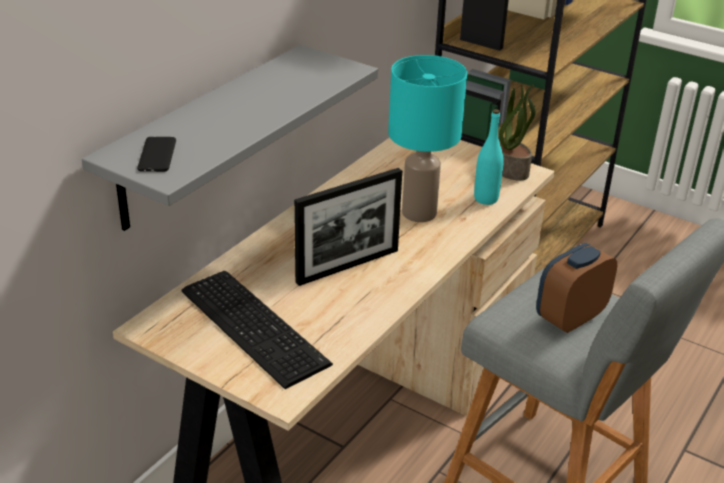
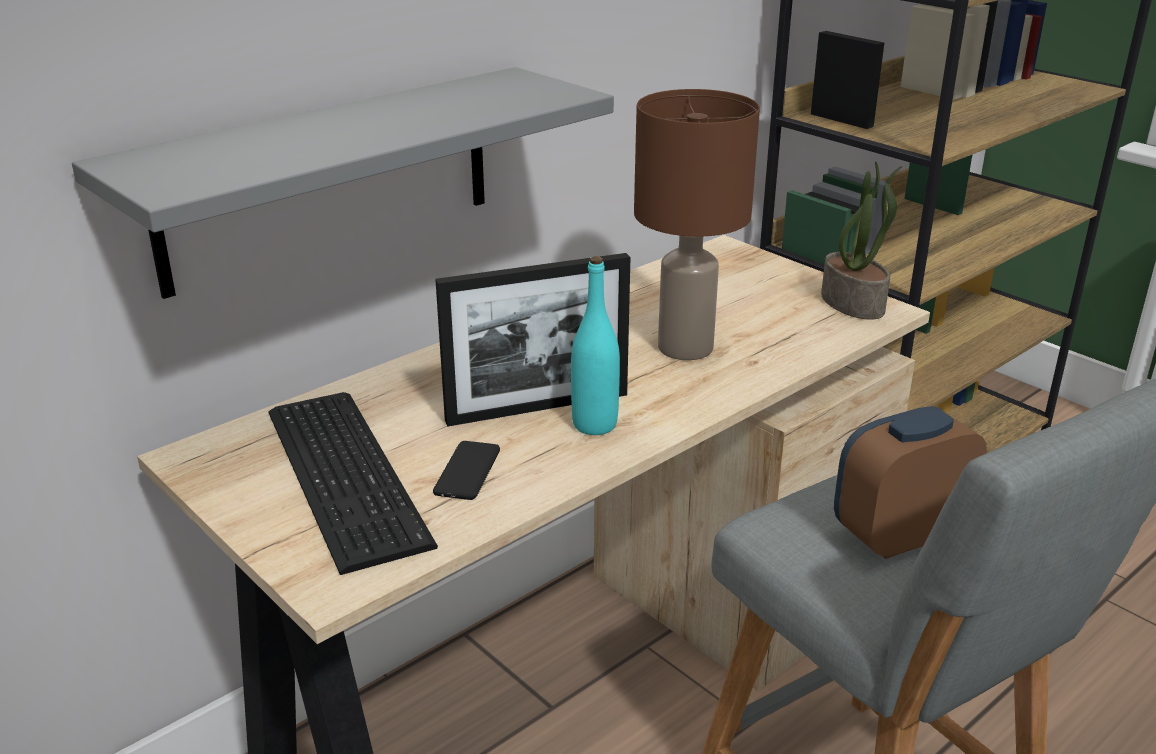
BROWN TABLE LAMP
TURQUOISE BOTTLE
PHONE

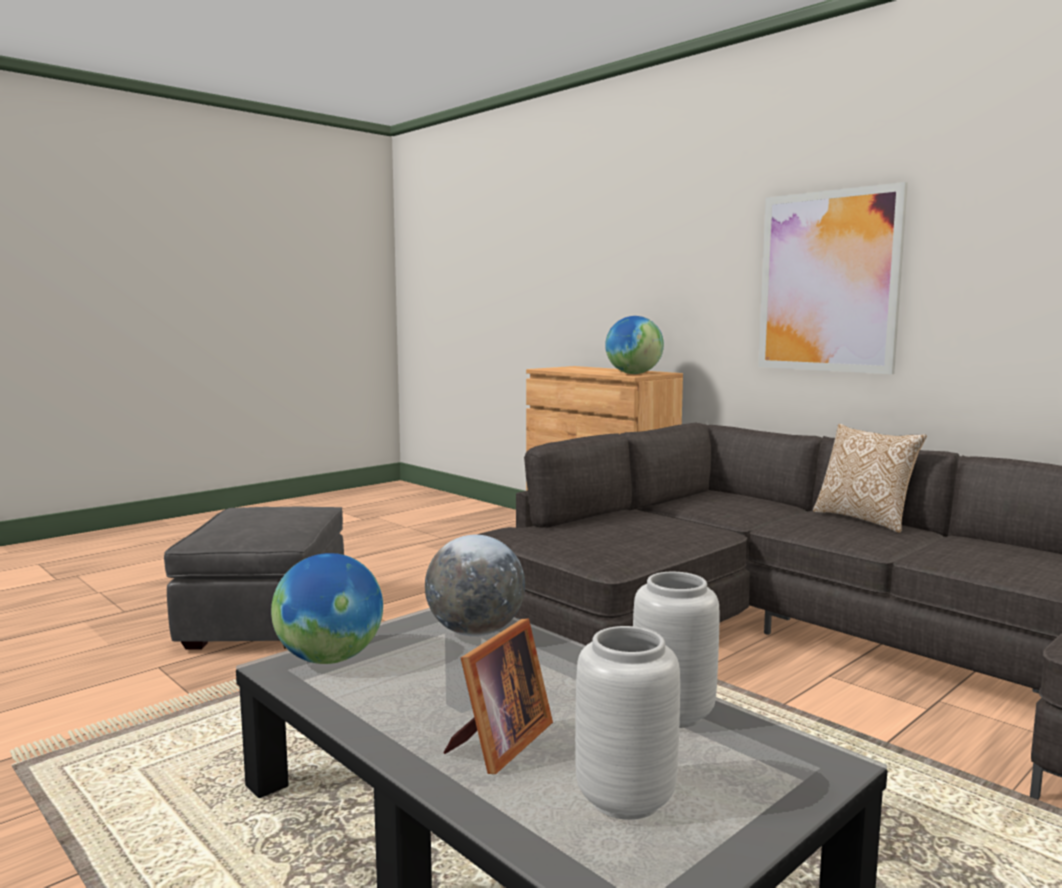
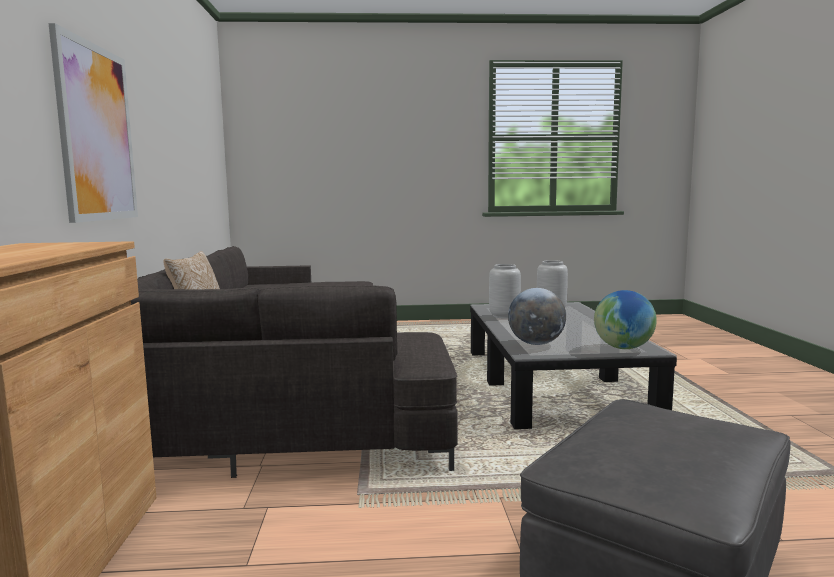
GLOBE (3rd from left in the first image)
PICTURE FRAME

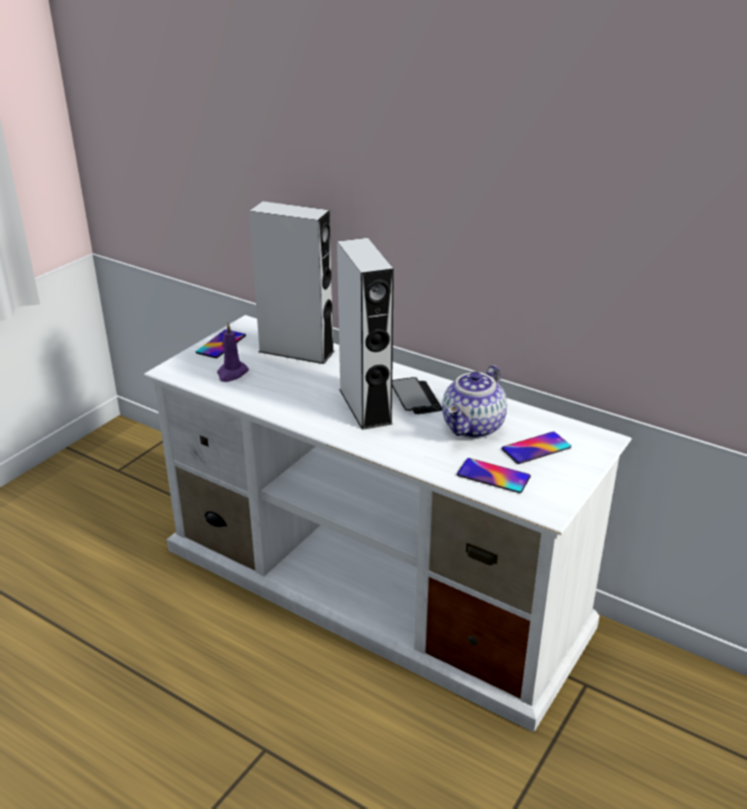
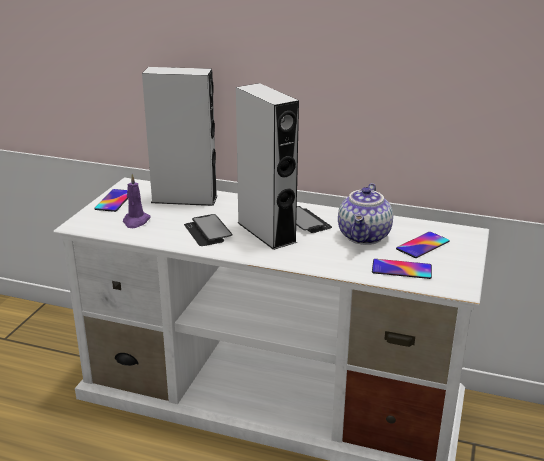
PHONE (2nd from left)

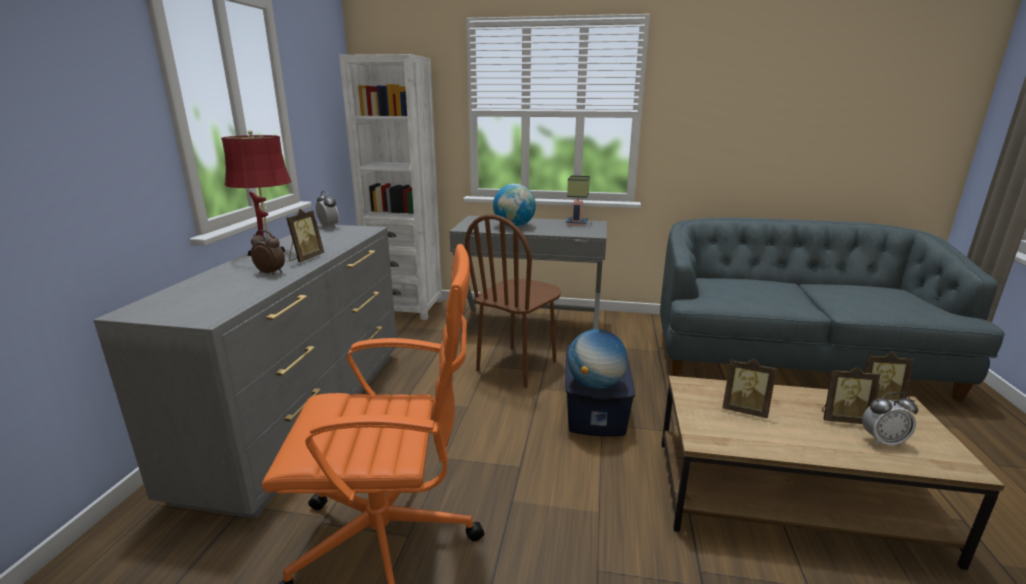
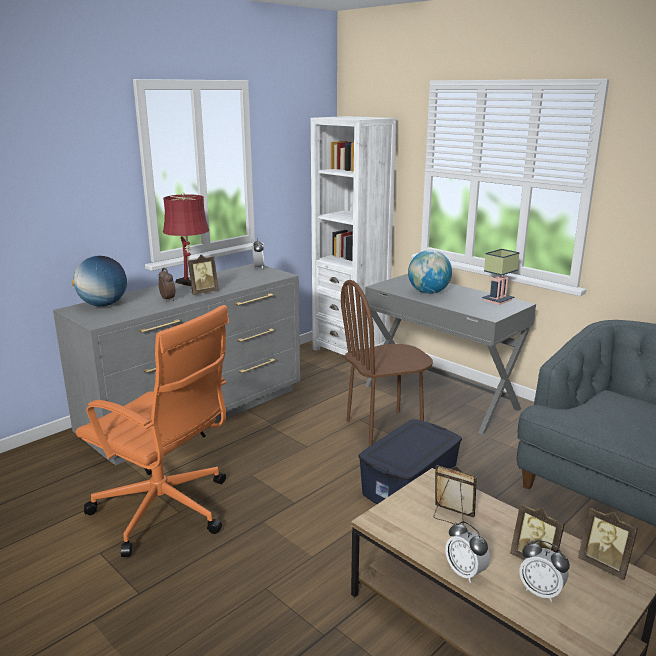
GLOBE (1st from left)
PICTURE FRAME (2nd from left)
ALARM CLOCK (3rd from left)

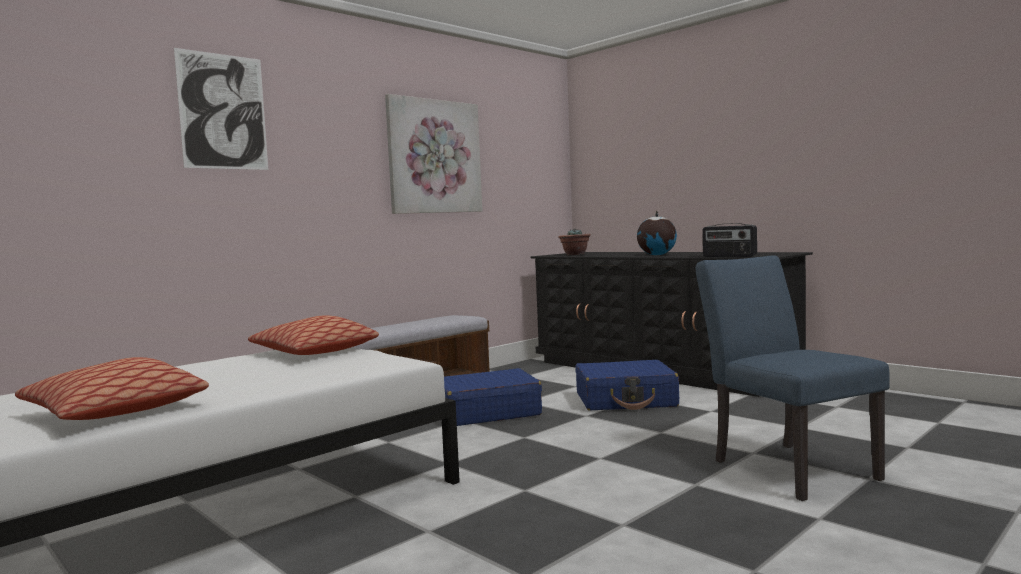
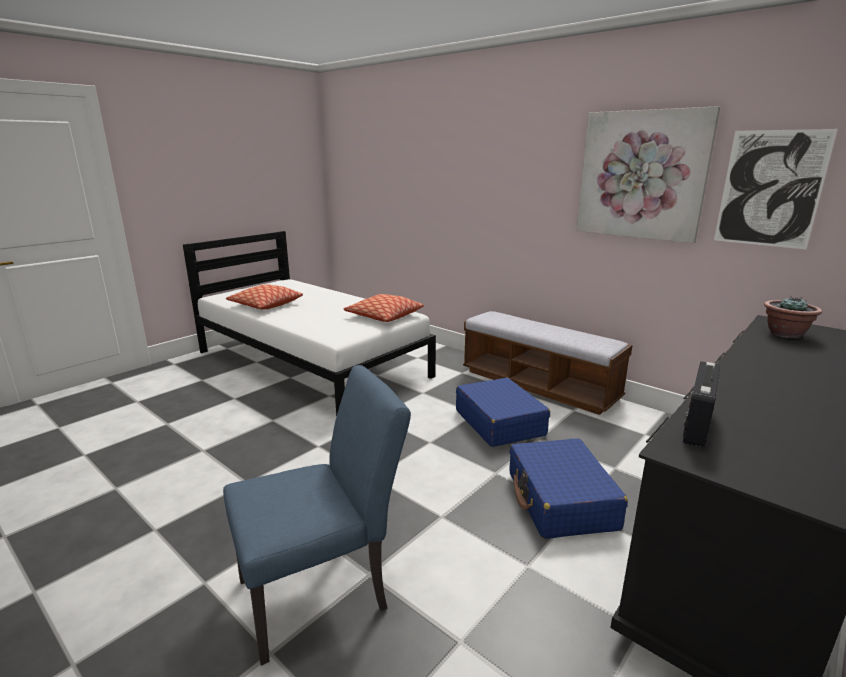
PICTURE (2nd from left)
GLOBE

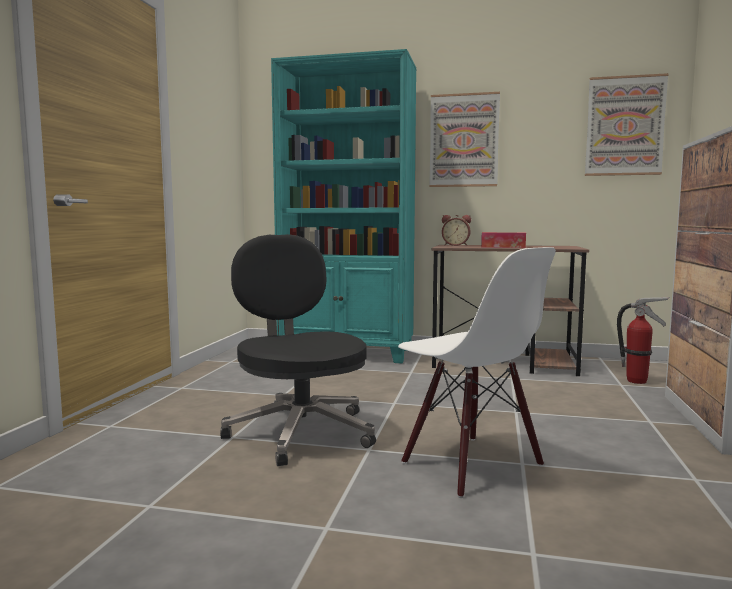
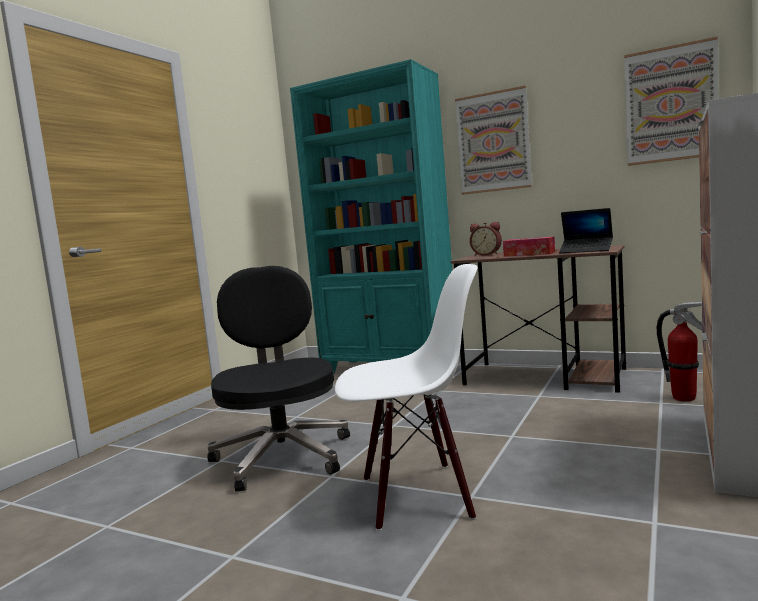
WHITE CHAIR
LAPTOP

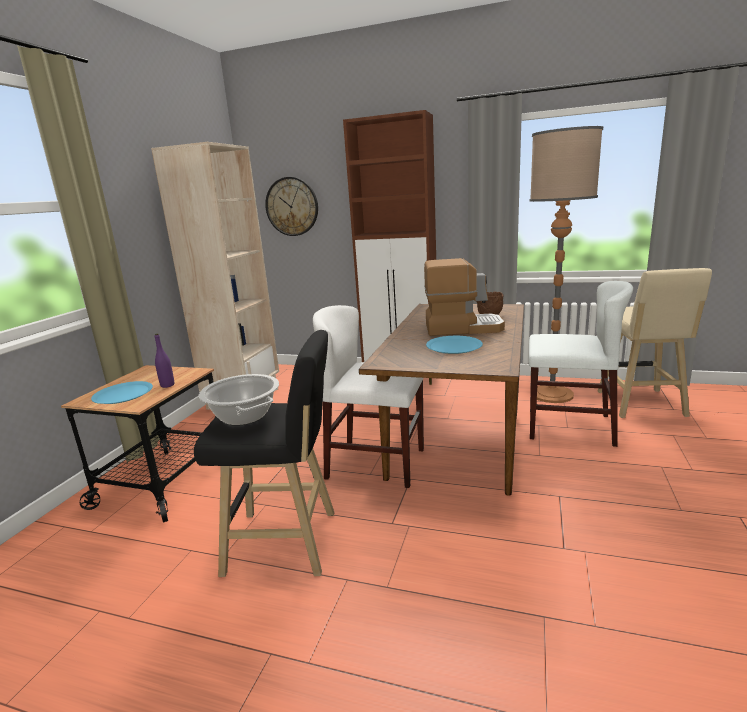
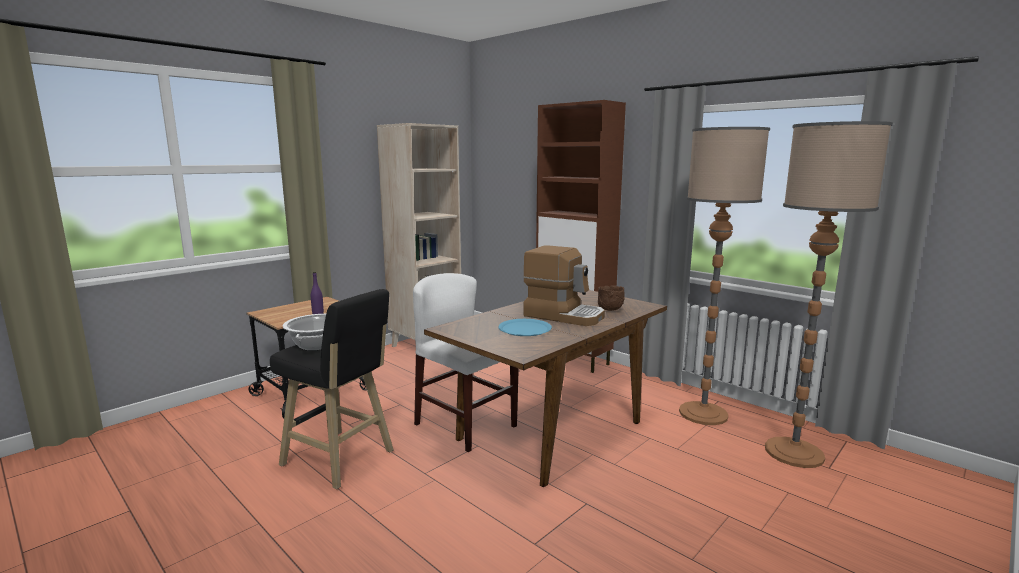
WALL CLOCK
FLOOR LAMP (2nd from left)
WHITE CHAIR (2nd from left in the first image)
BLUE PLATE (1st from left in the first image)

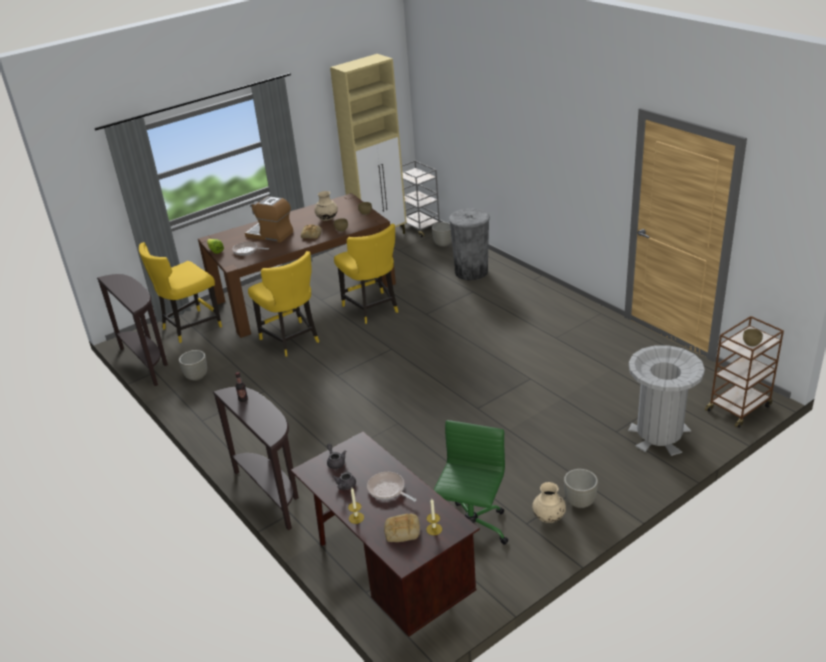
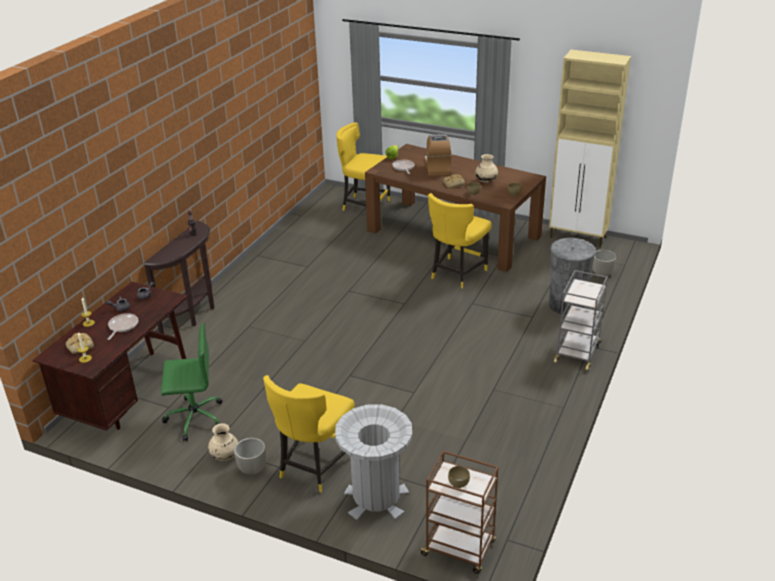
GREY CART
YELLOW CHAIR (1st from left)
BROWN CONSOLE TABLE (1st from left in the first image)
GREY PLANTER (1st from left in the first image)

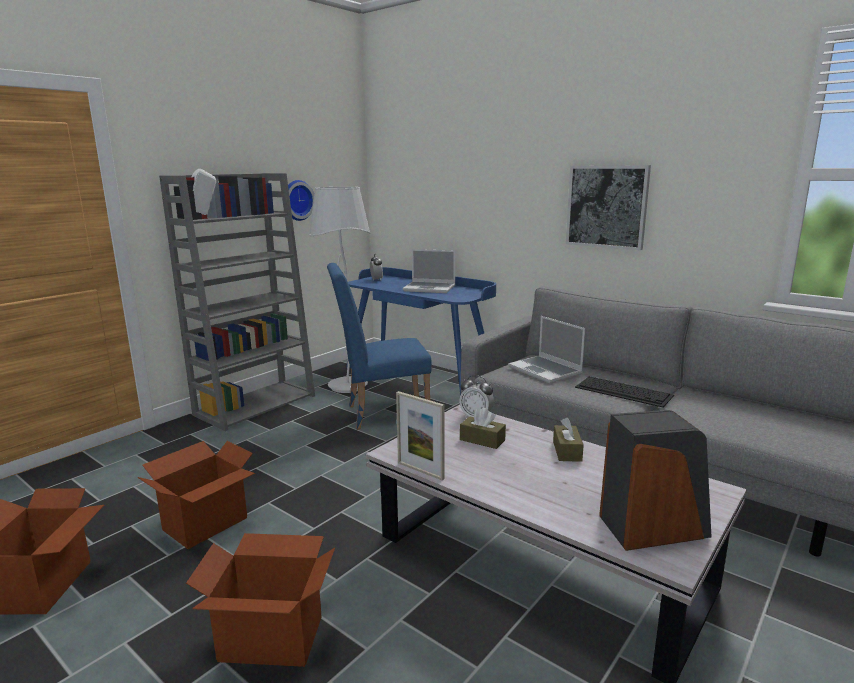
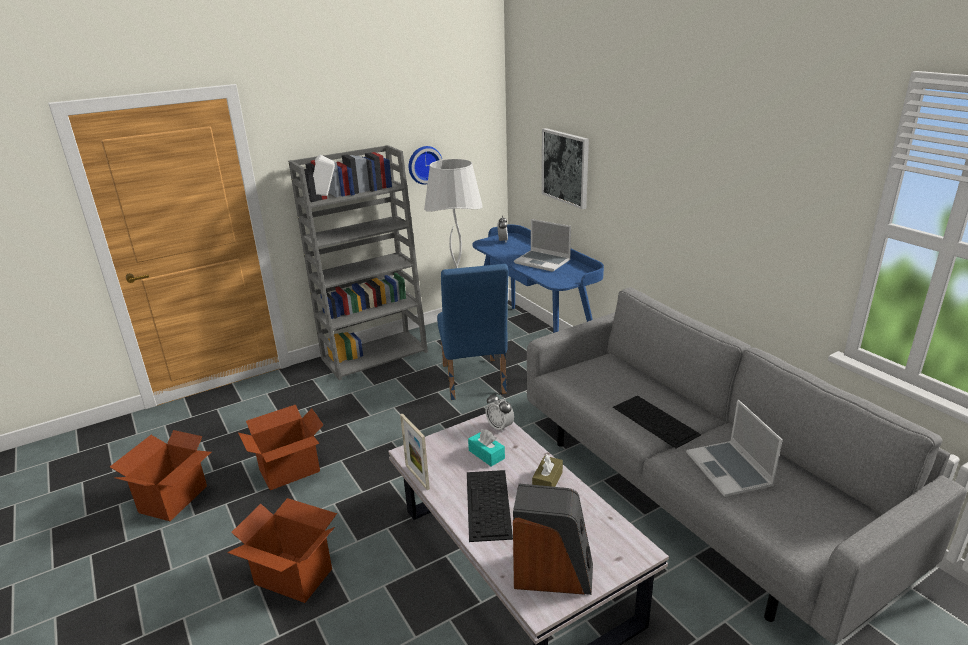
PICTURE
BLUE CHAIR
LAPTOP (2nd from left)
TURQUOISE TISSUE BOX
KEYBOARD (1st from left)

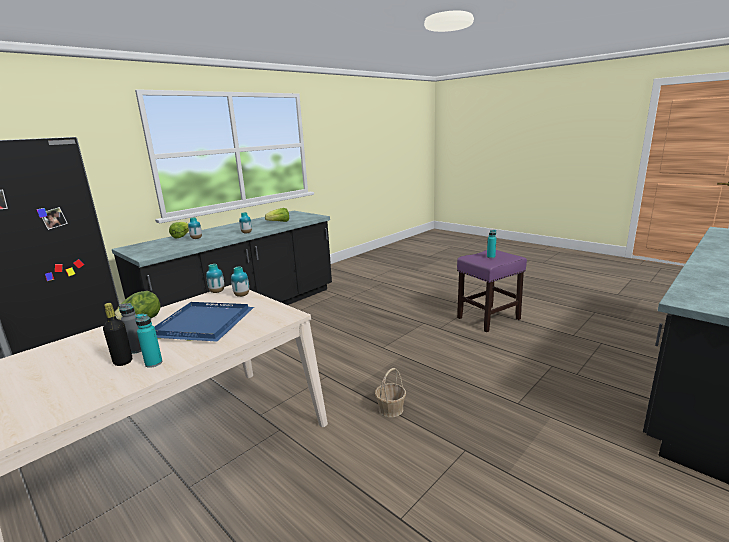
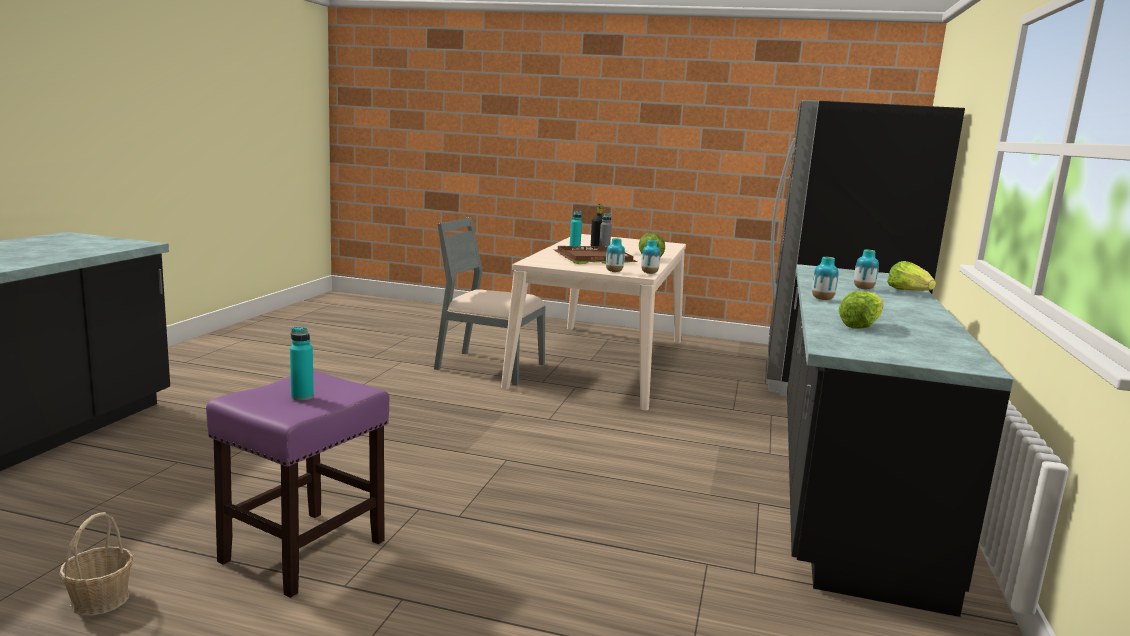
BROWN TRAY
BASKET
GREY CHAIR

